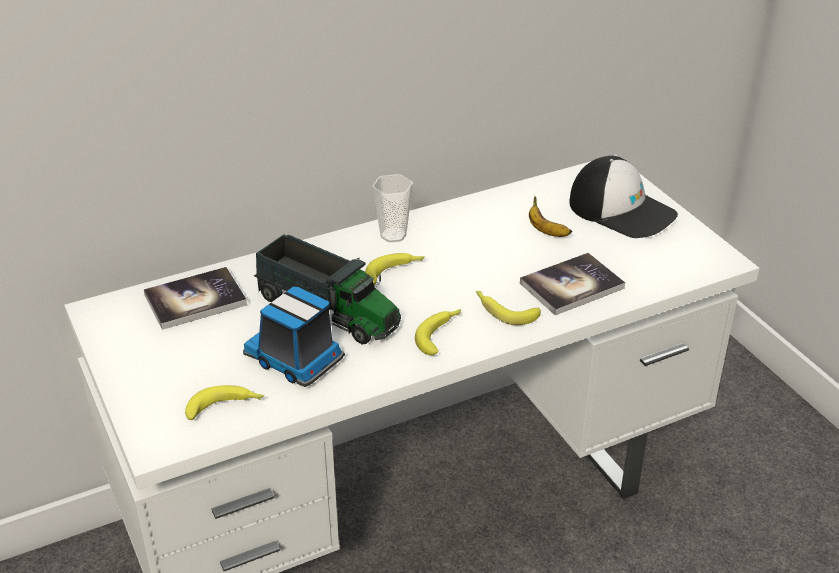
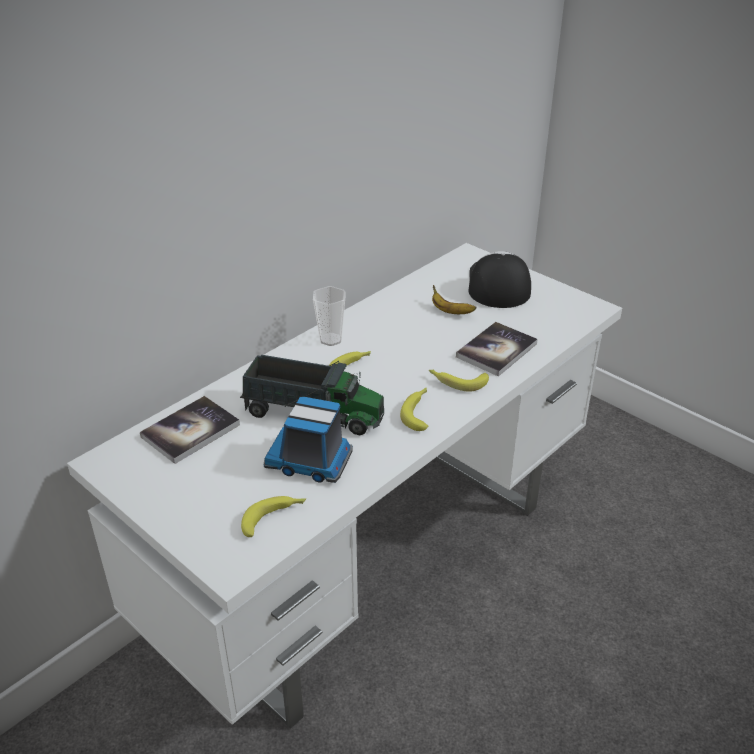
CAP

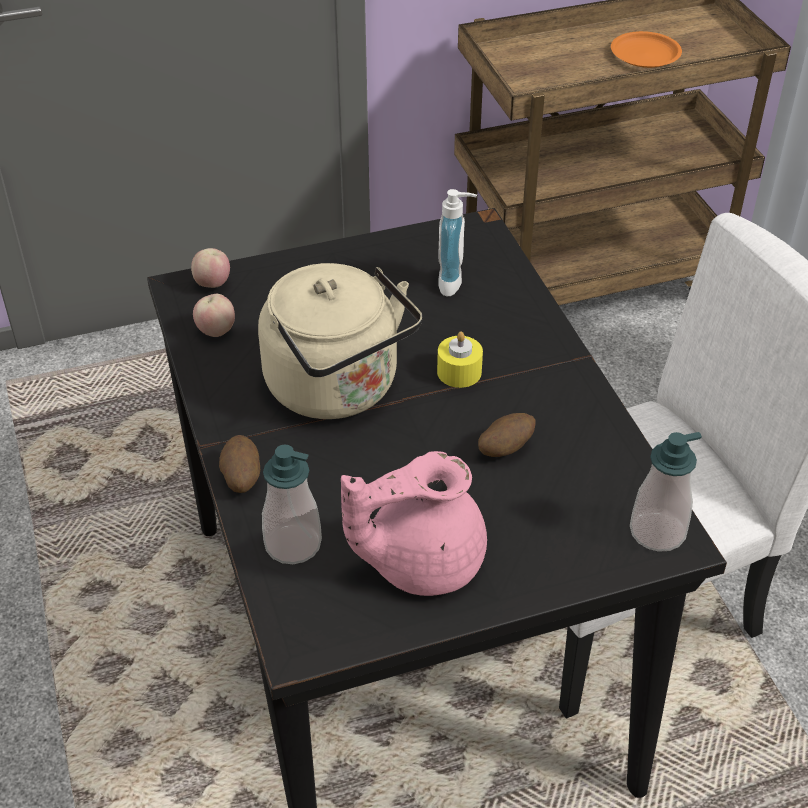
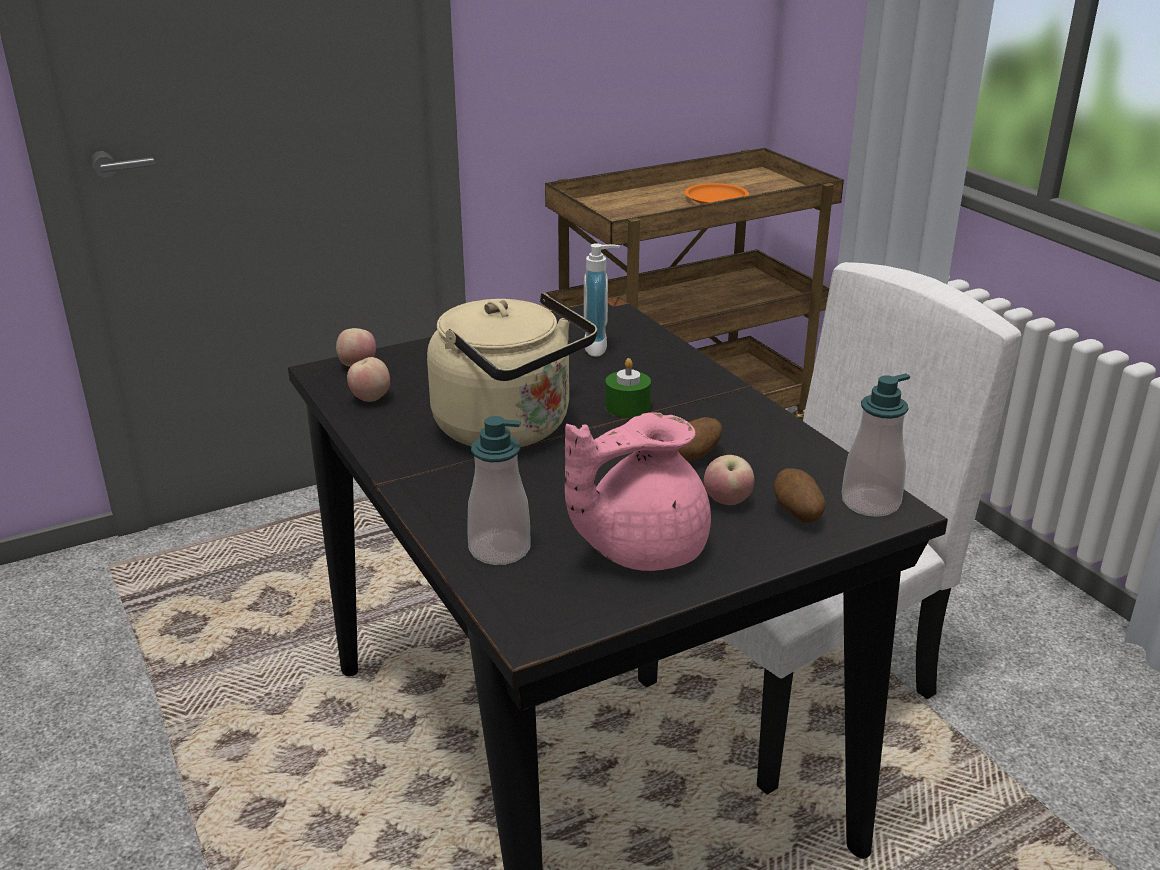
GREEN CANDLE
POTATO (2nd from left)
APPLE (3rd from left)

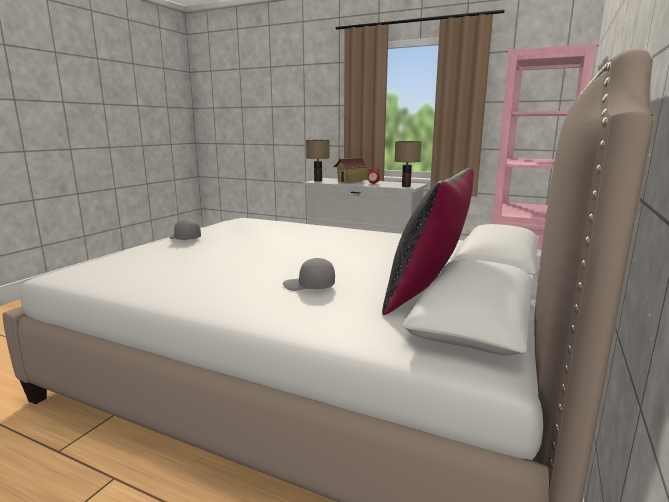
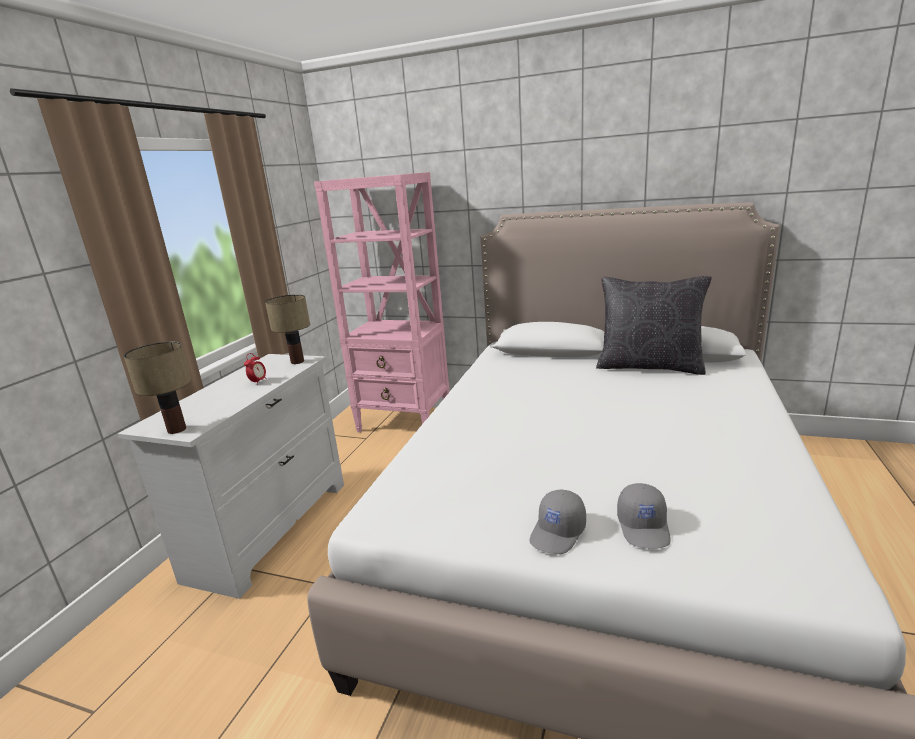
TOY HOUSE
GREY CAP (2nd from left)

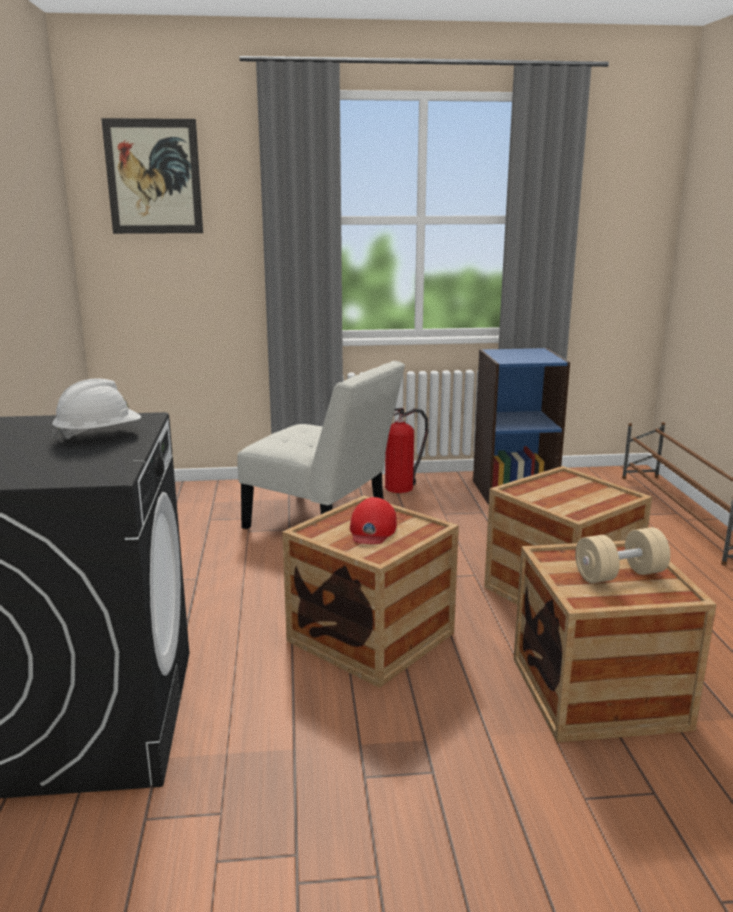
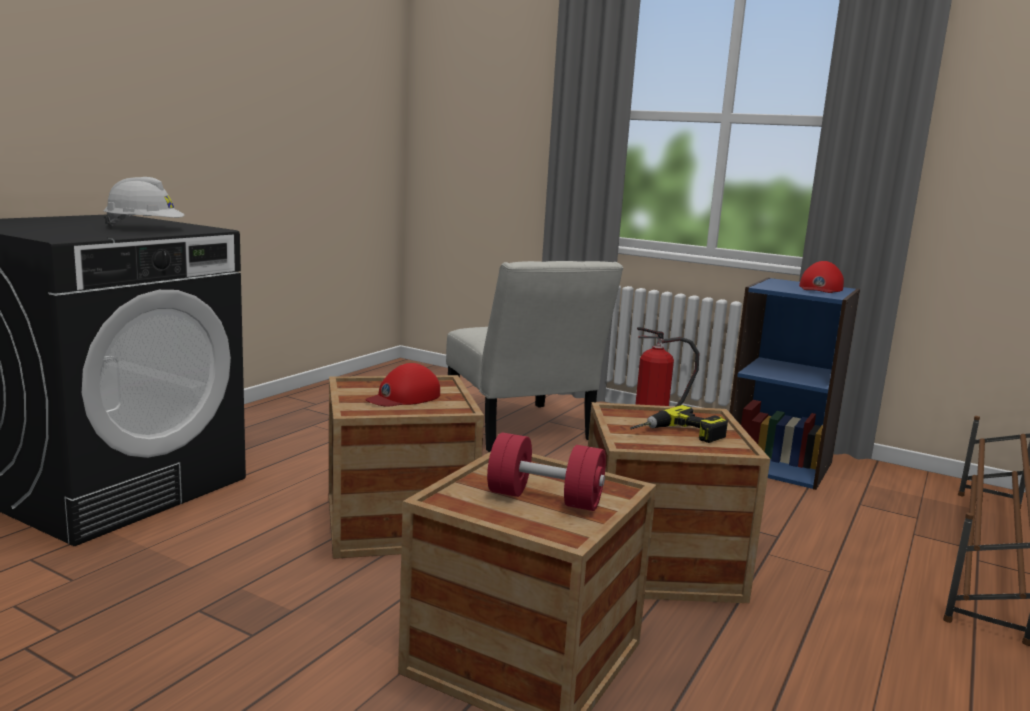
PICTURE
RED DUMBBELL
RED CAP (2nd from left)
POWER DRILL

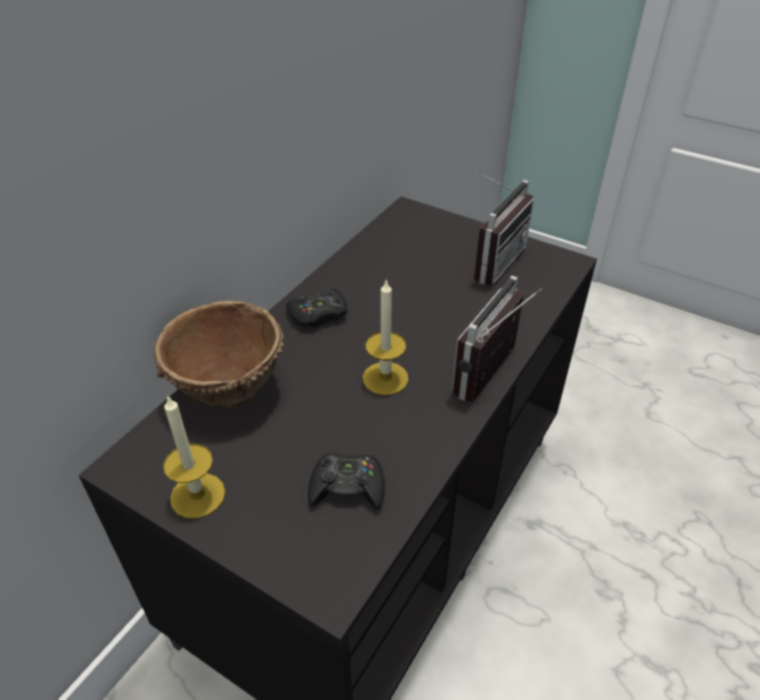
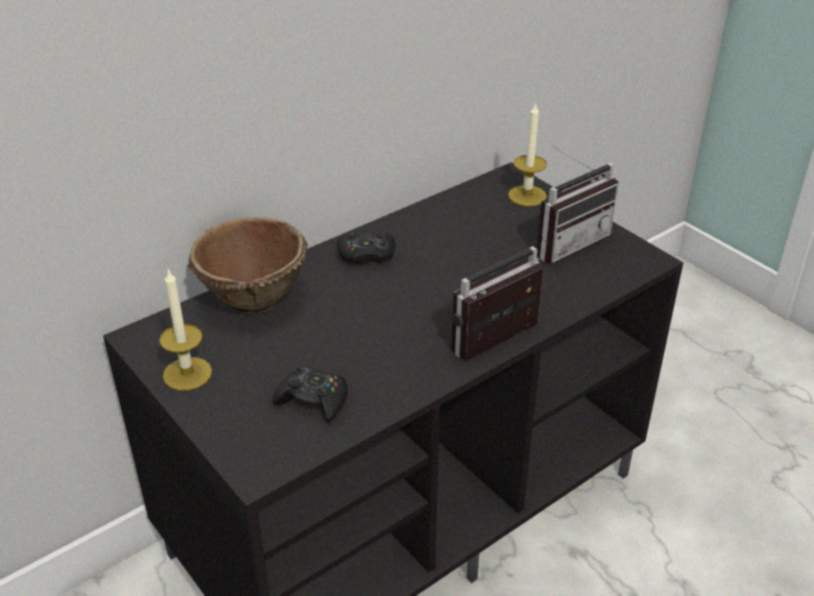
CANDLE (2nd from left)

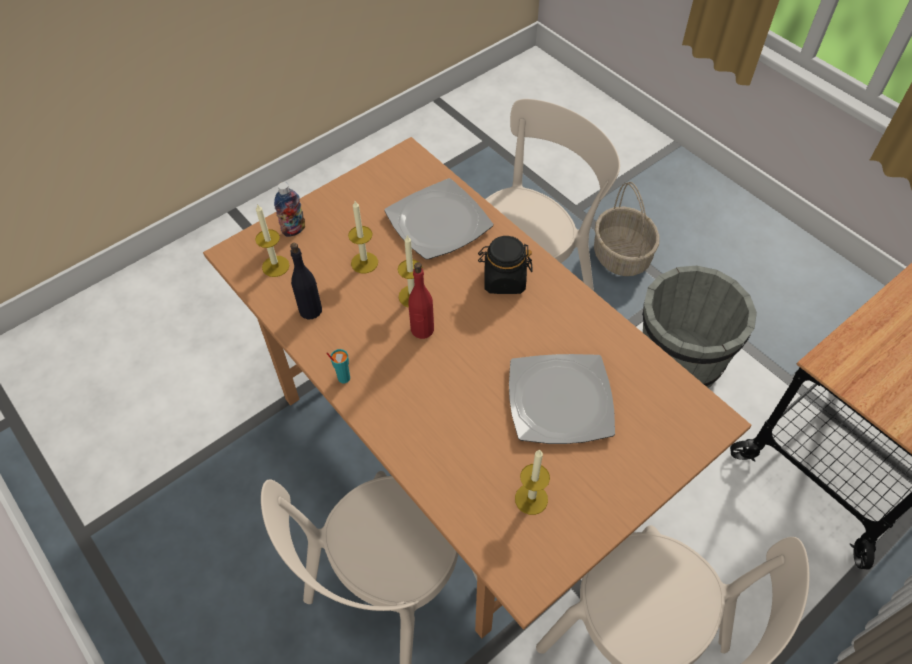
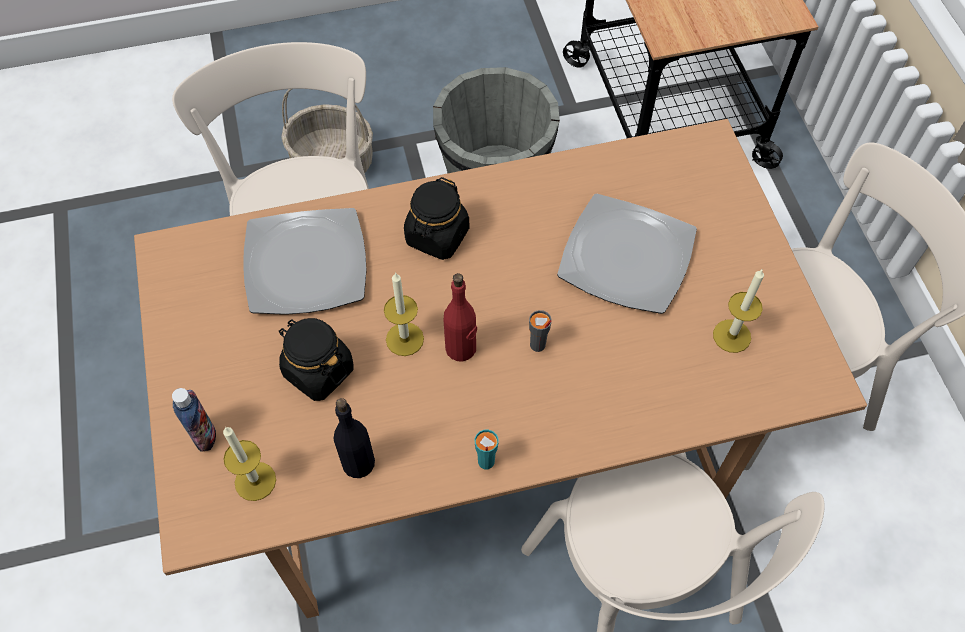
BLACK JAR (1st from left)
GREY CUP

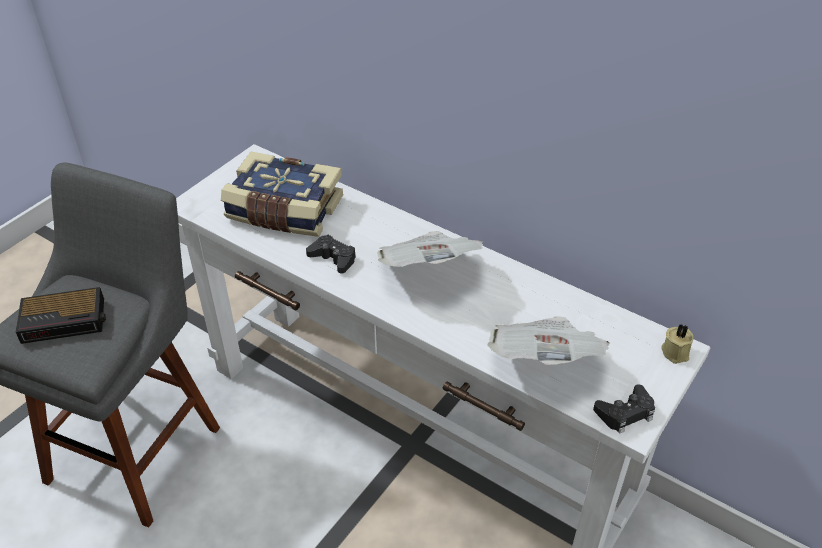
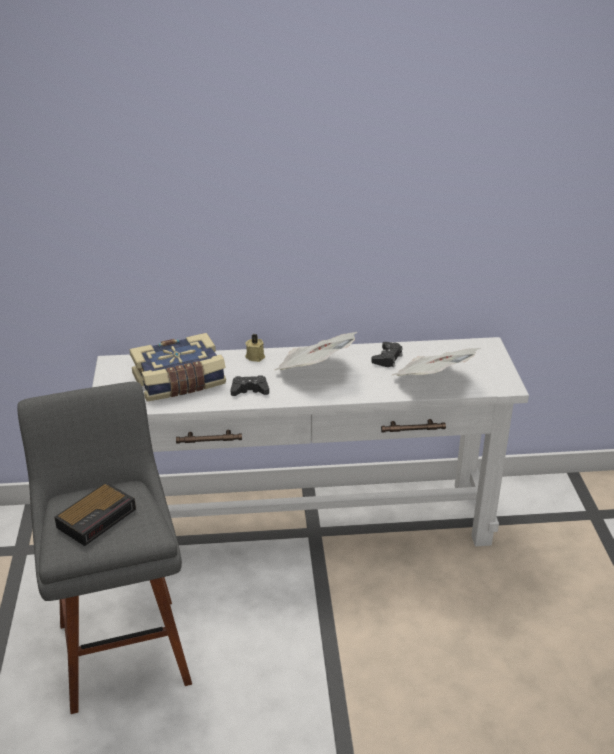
BEIGE CANDLE
BLACK GAME CONTROLLER (2nd from left)

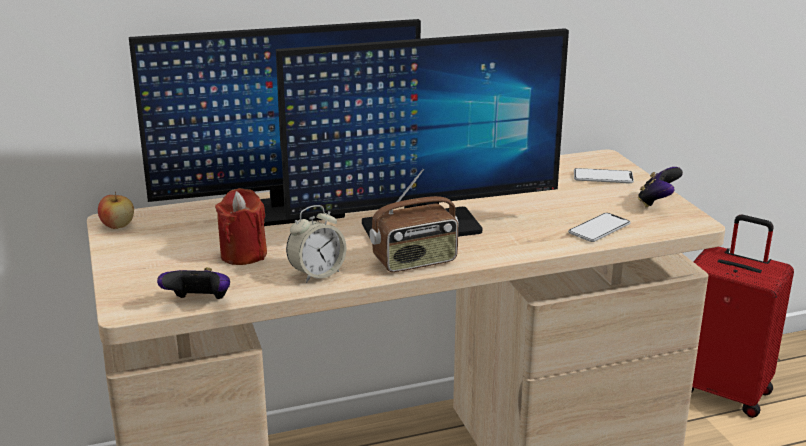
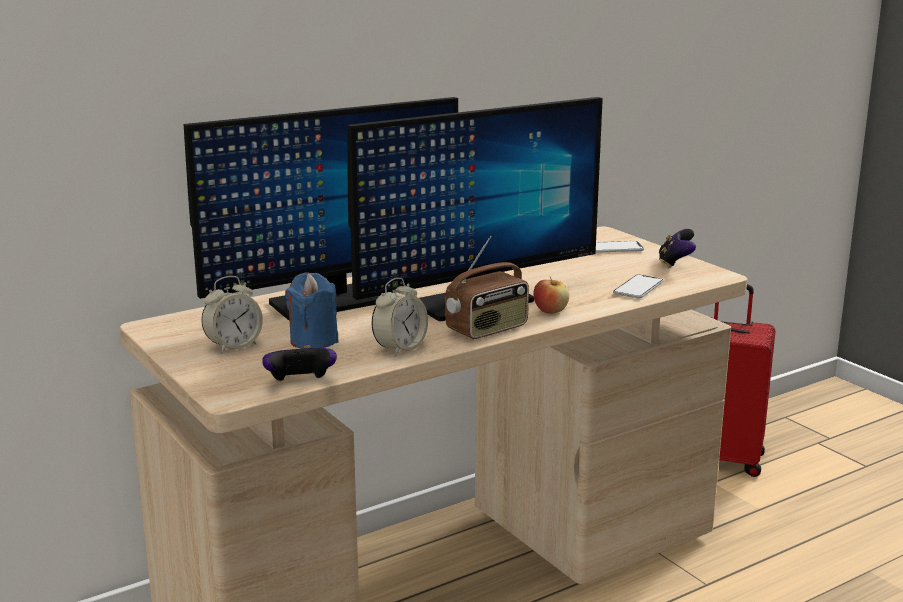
BLUE CANDLE
APPLE
ALARM CLOCK (1st from left)

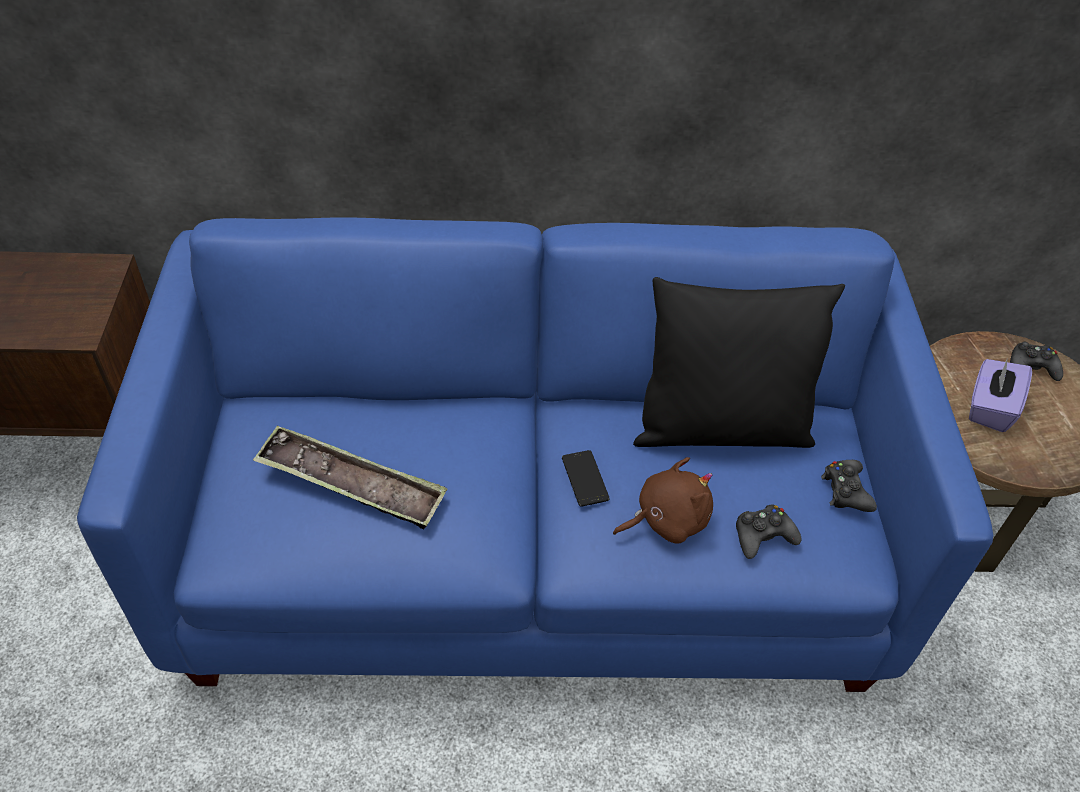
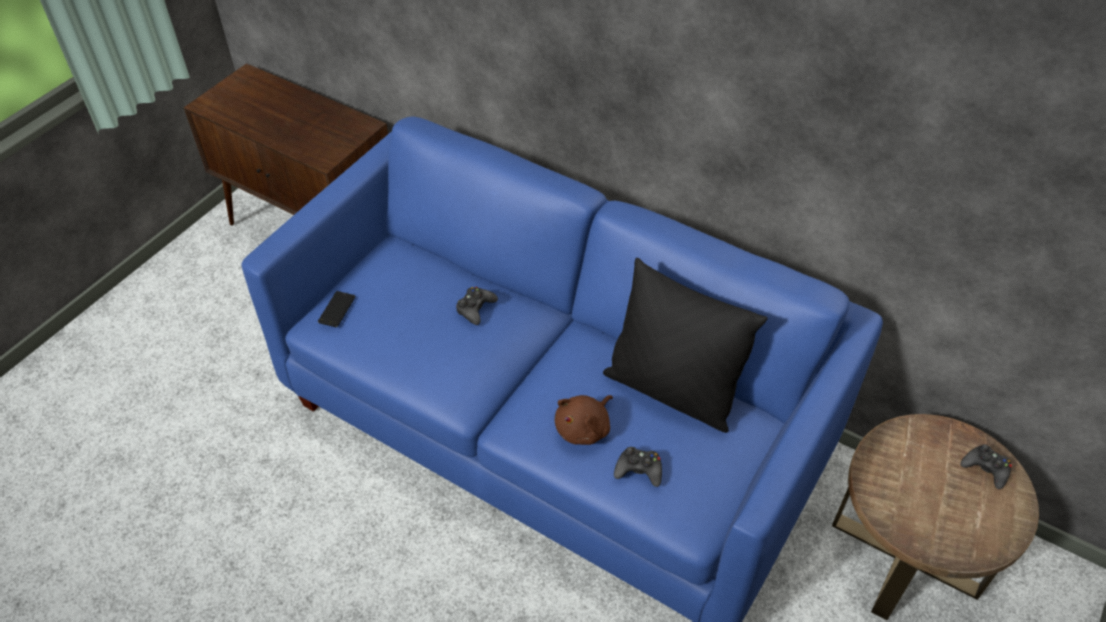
PURPLE TISSUE BOX
TRAY
PHONE
BROWN PLUSH TOY
BLACK GAME CONTROLLER (1st from left)

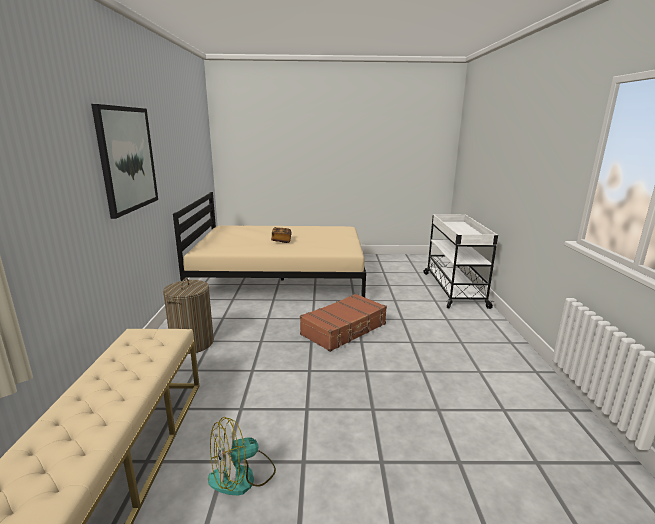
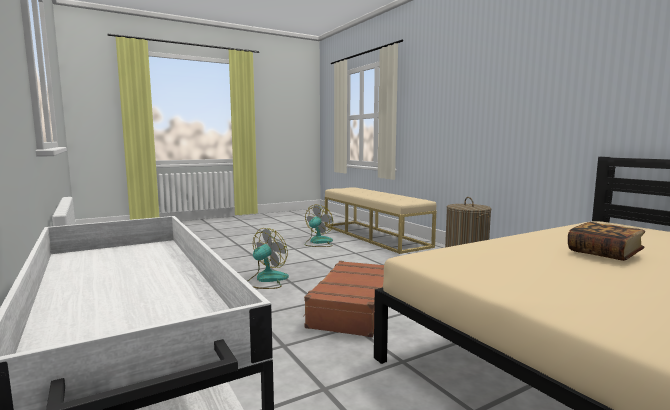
PICTURE
FAN (1st from left)

